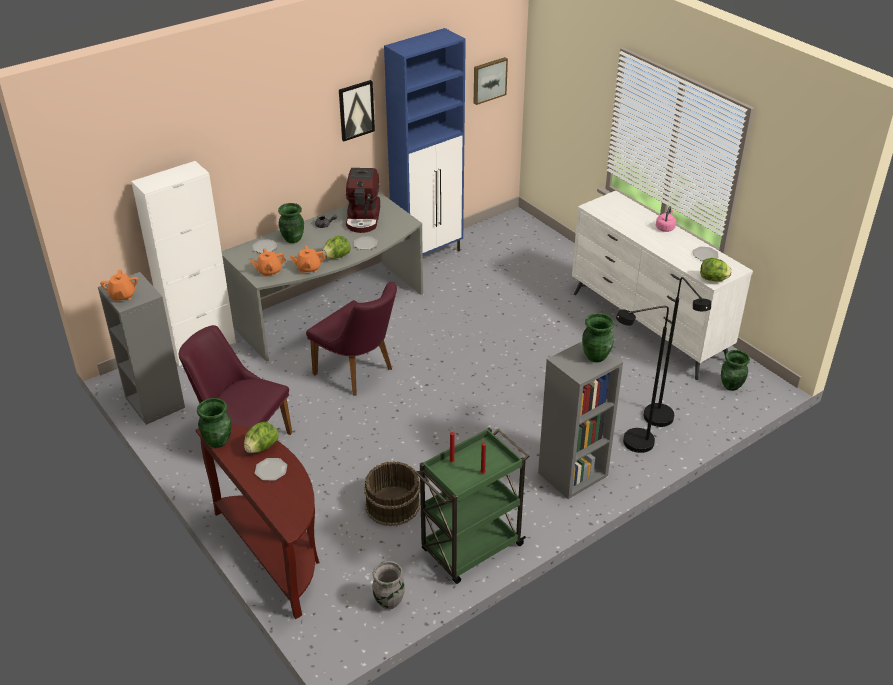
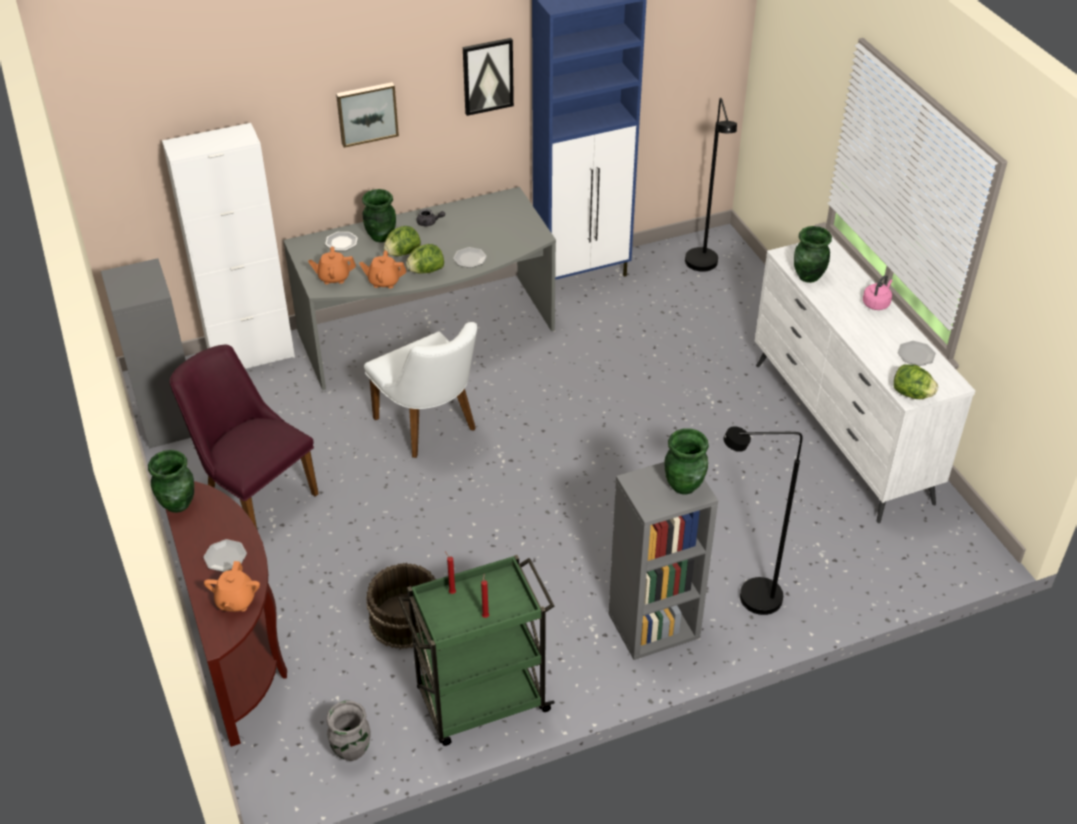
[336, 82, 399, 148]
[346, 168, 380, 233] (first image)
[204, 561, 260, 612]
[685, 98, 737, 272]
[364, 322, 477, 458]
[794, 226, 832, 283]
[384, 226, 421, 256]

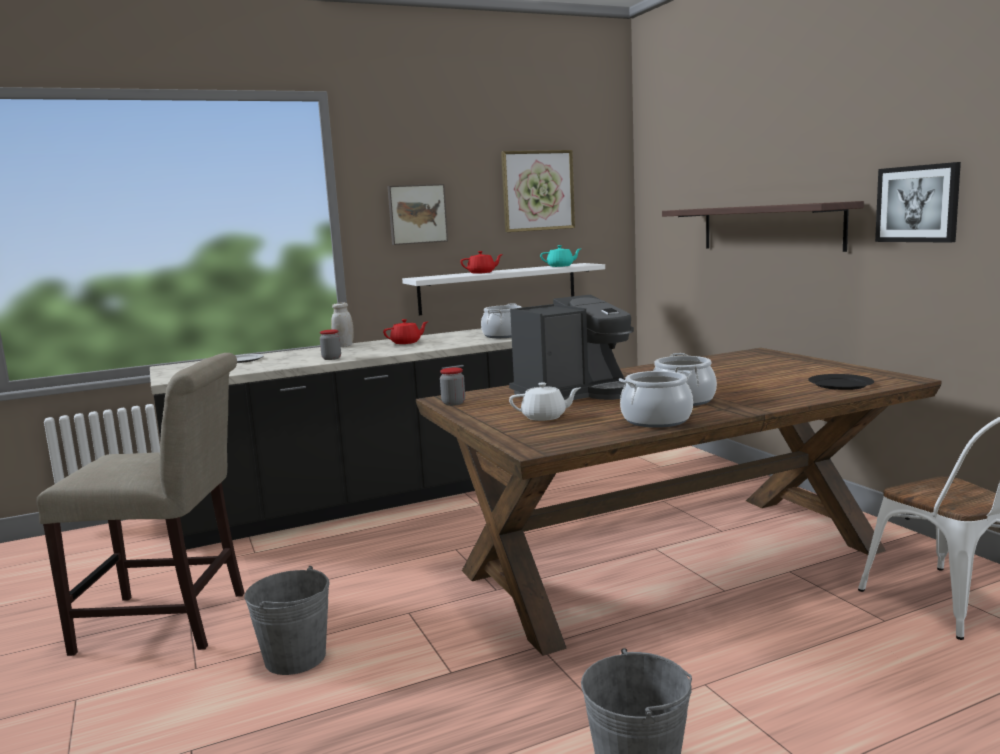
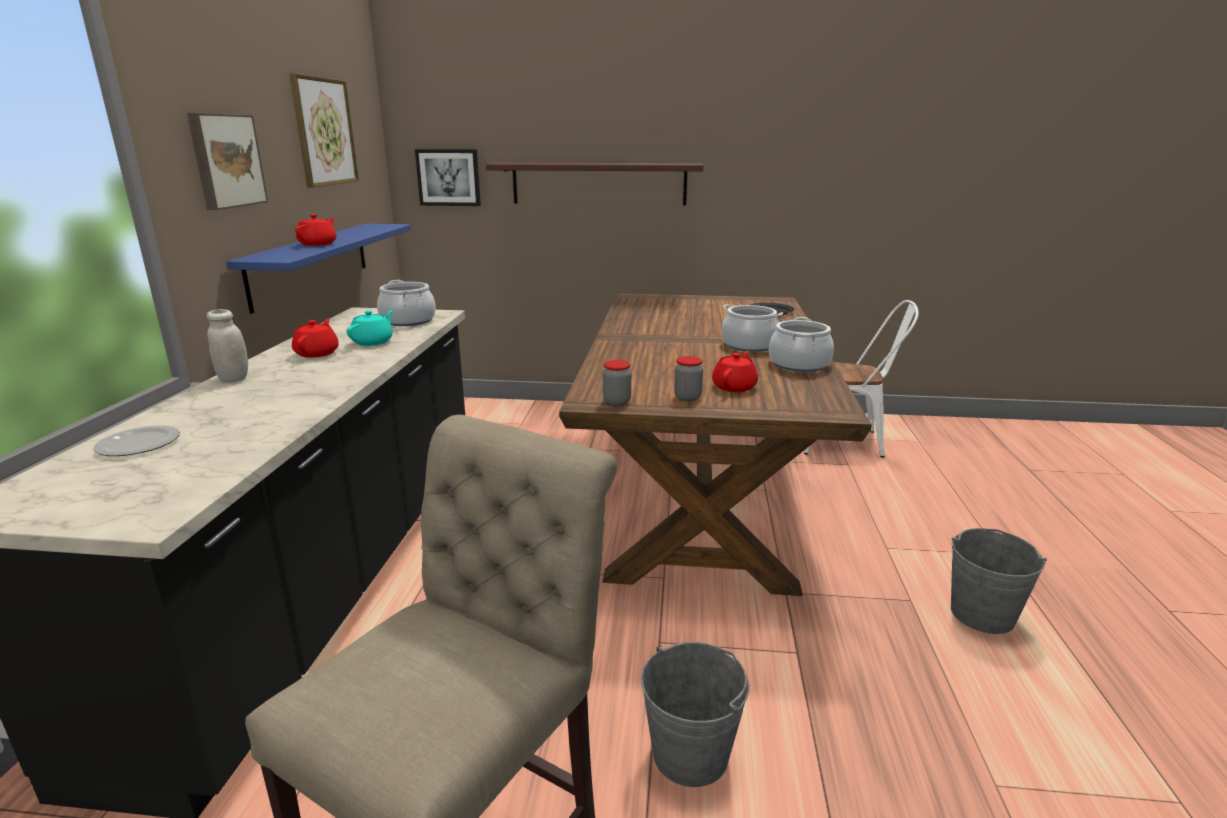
[415, 149, 481, 206]
[346, 310, 393, 346]
[226, 224, 411, 314]
[509, 295, 634, 400] (first image)
[674, 356, 703, 401]
[712, 351, 758, 392]

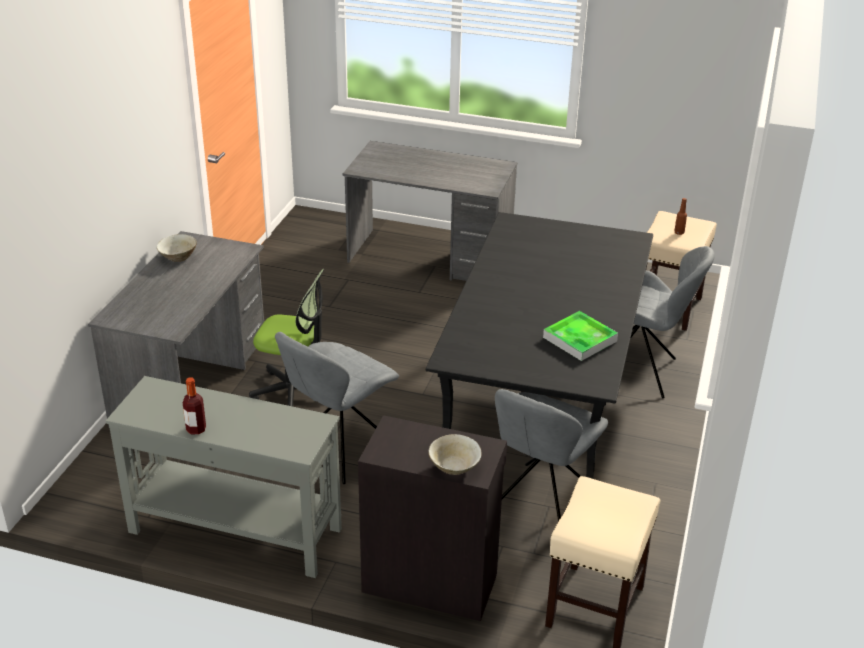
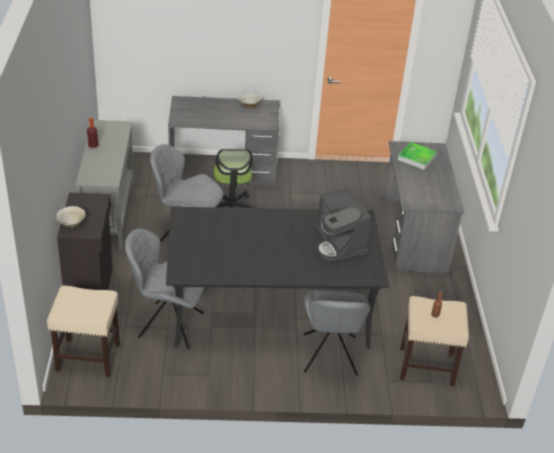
[398, 142, 437, 170]
[315, 189, 371, 260]

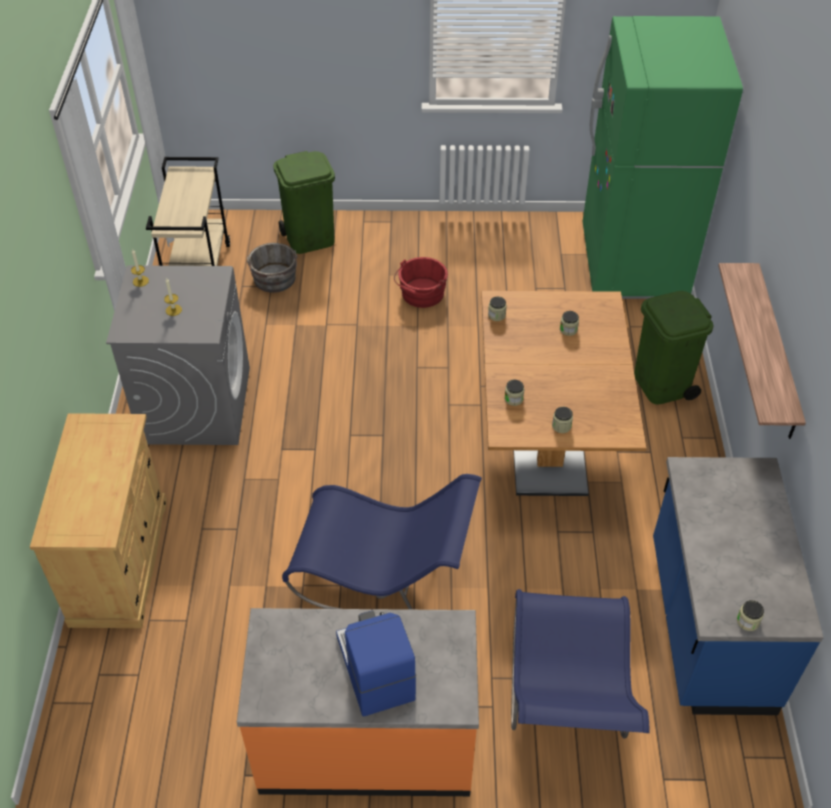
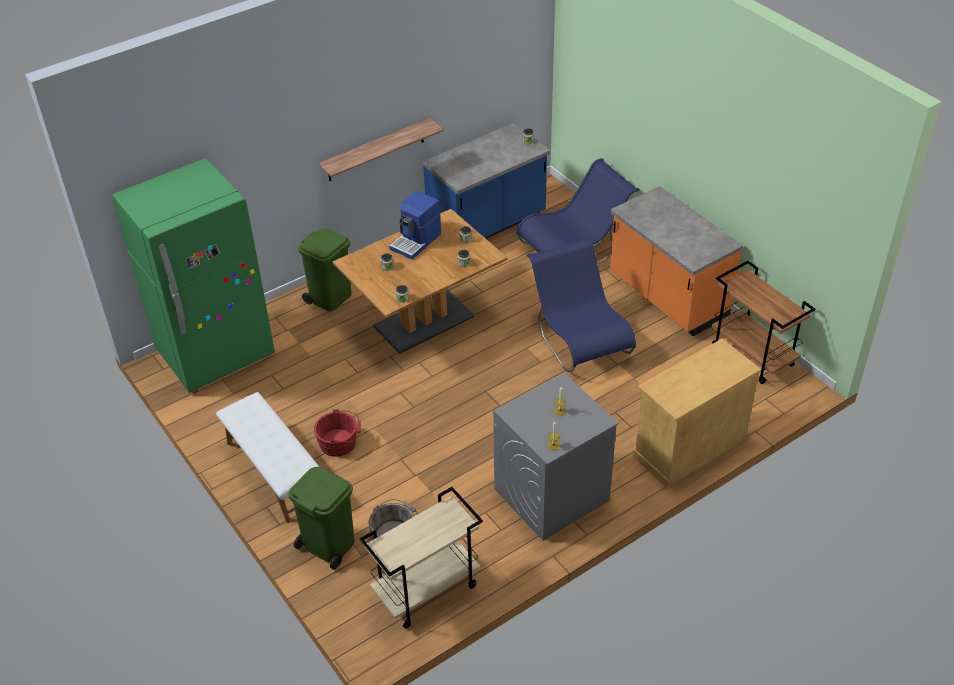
[389, 191, 441, 260]
[712, 261, 815, 384]
[216, 392, 319, 523]

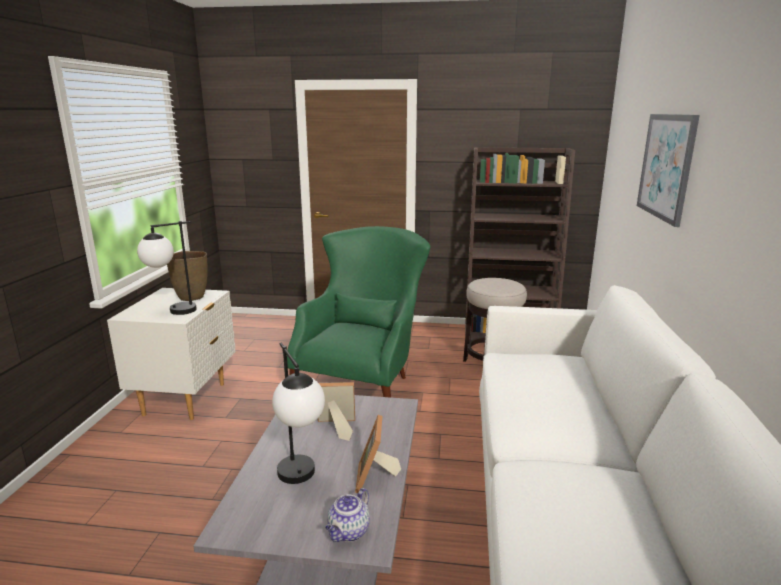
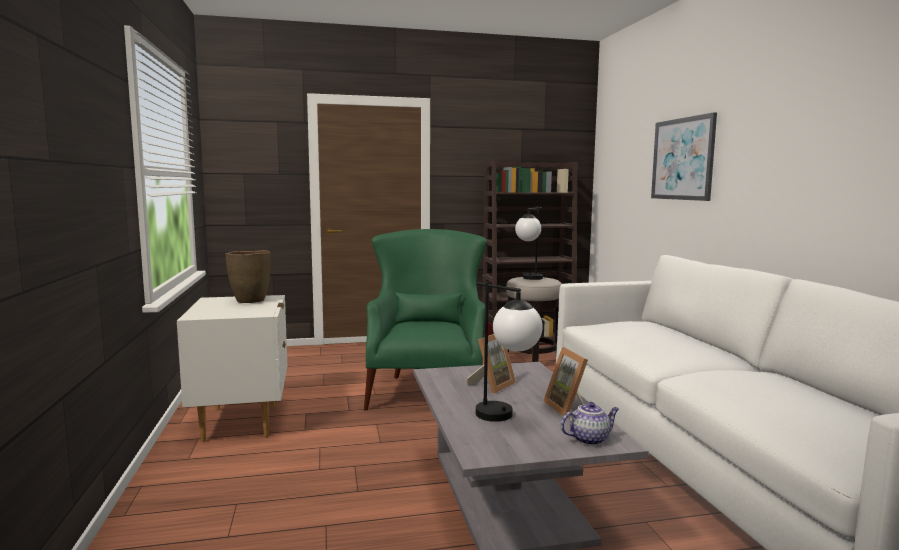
[515, 207, 543, 280]
[467, 334, 516, 393]
[561, 402, 619, 445]

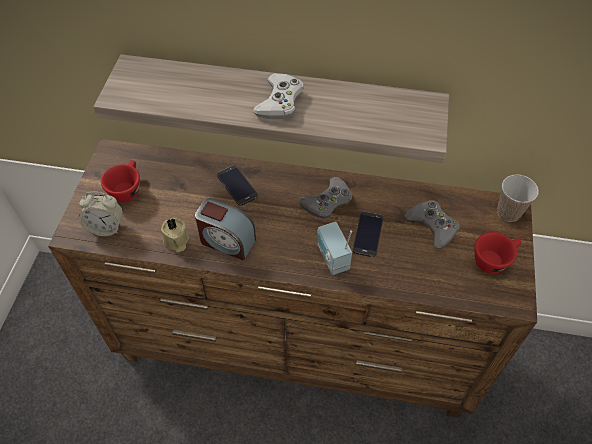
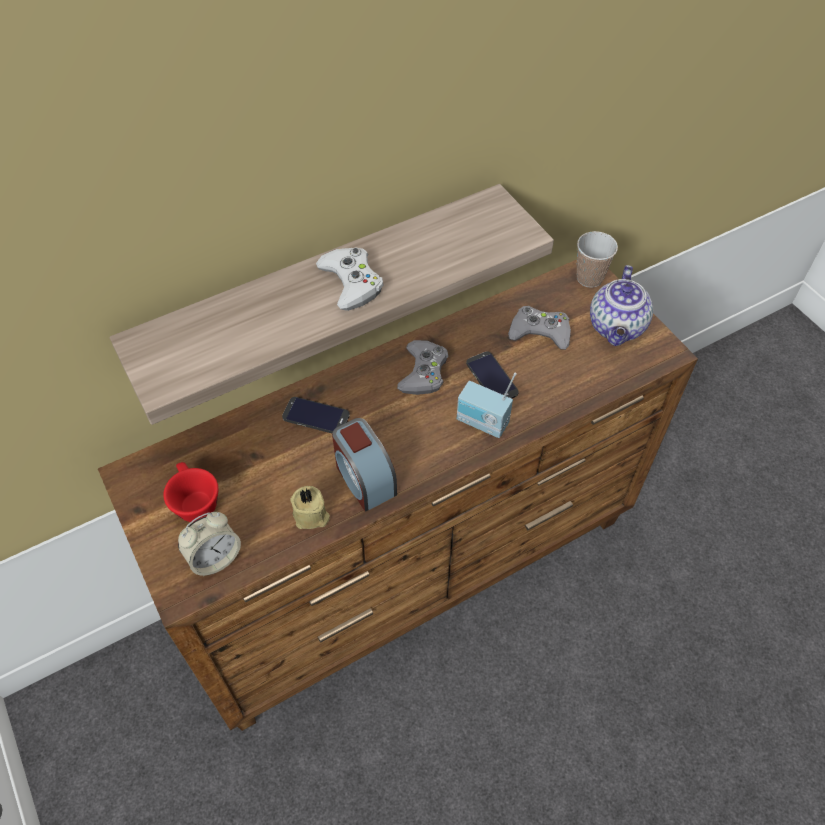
[332, 418, 397, 512]
[590, 265, 653, 346]

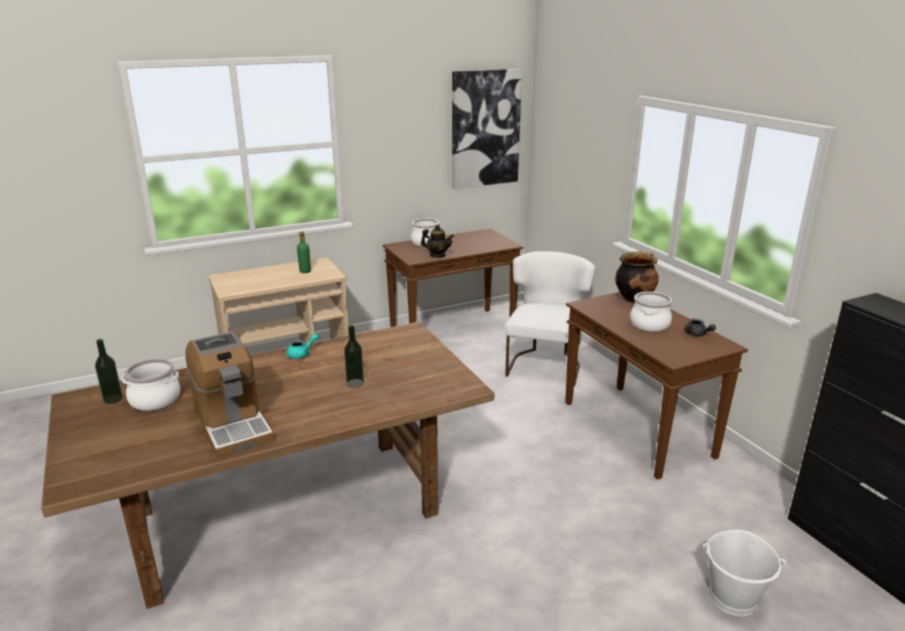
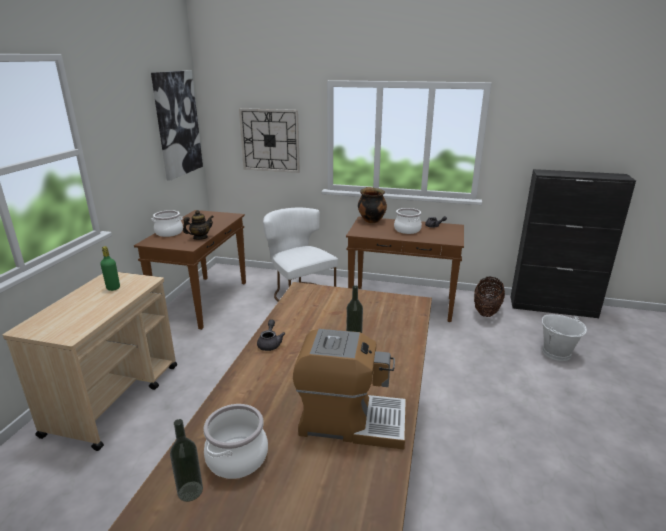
[257, 319, 285, 351]
[239, 108, 300, 173]
[474, 276, 505, 317]

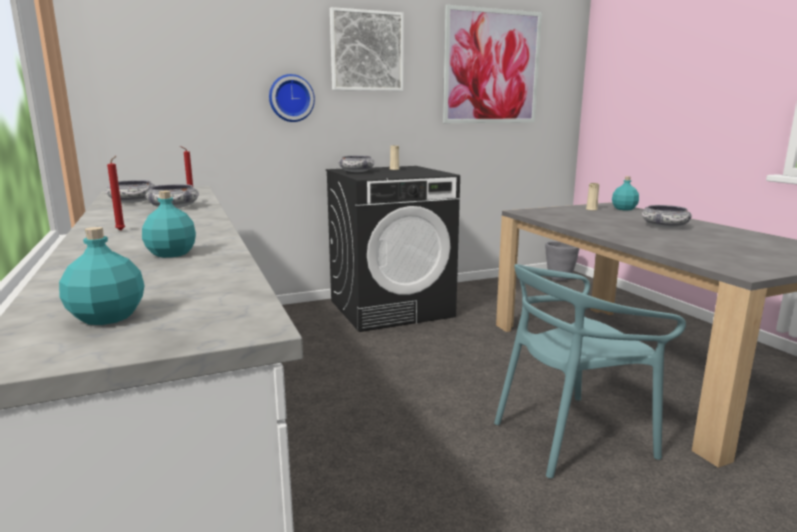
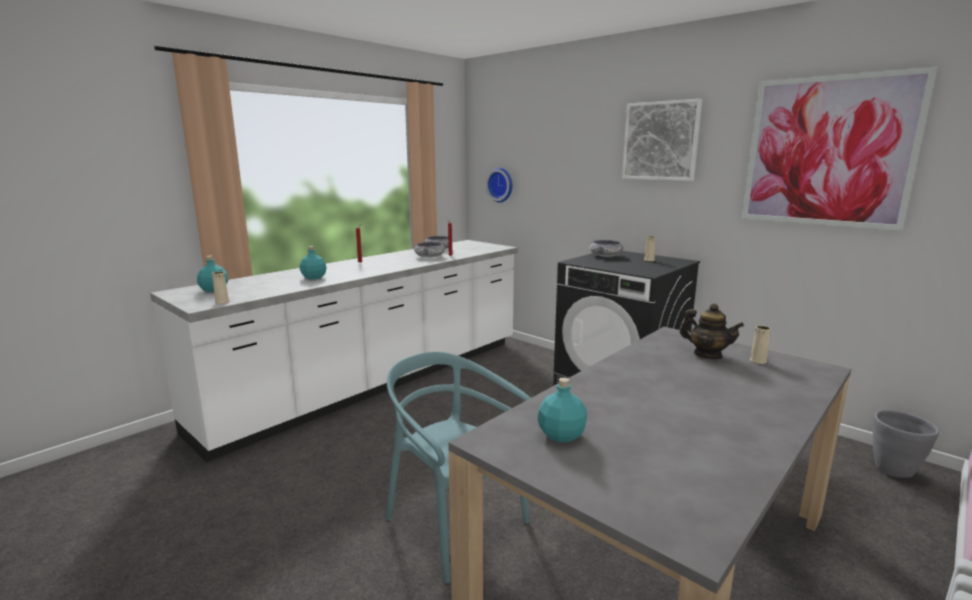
[486, 167, 512, 203]
[538, 378, 587, 442]
[642, 205, 692, 228] (first image)
[212, 271, 229, 304]
[680, 303, 744, 359]

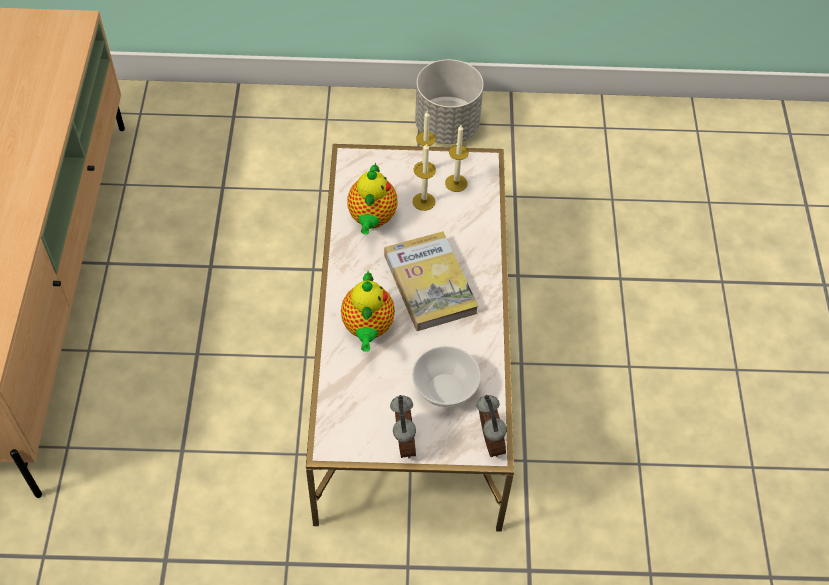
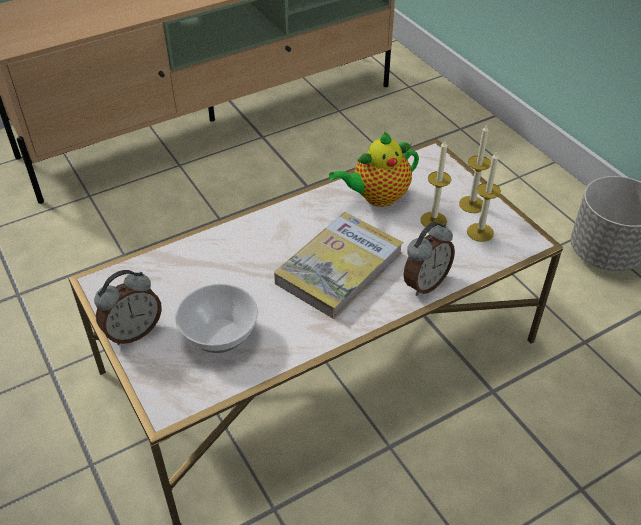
[341, 271, 395, 352] (first image)
[404, 222, 455, 296]

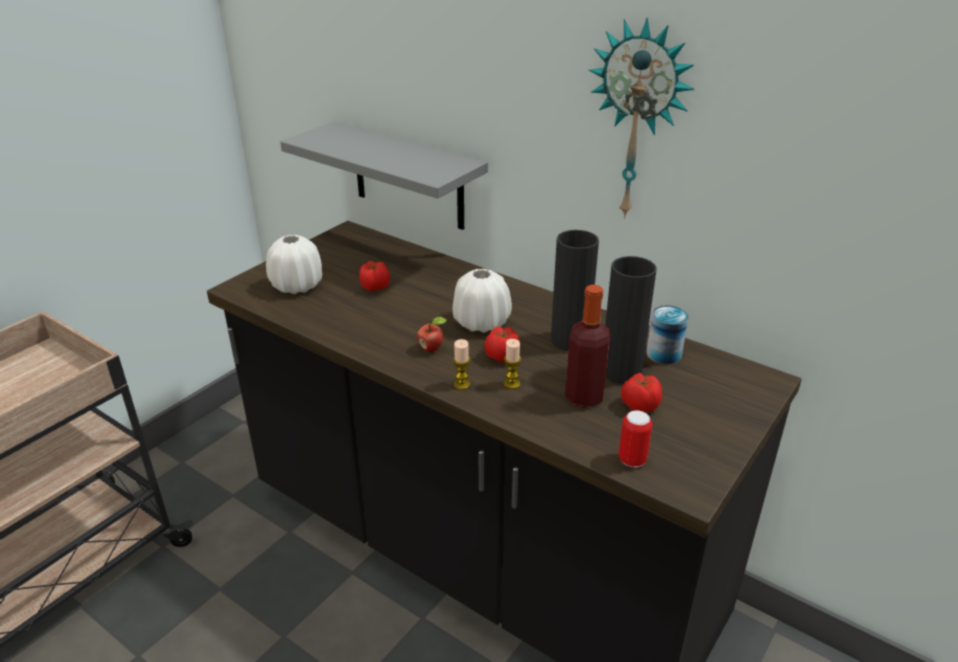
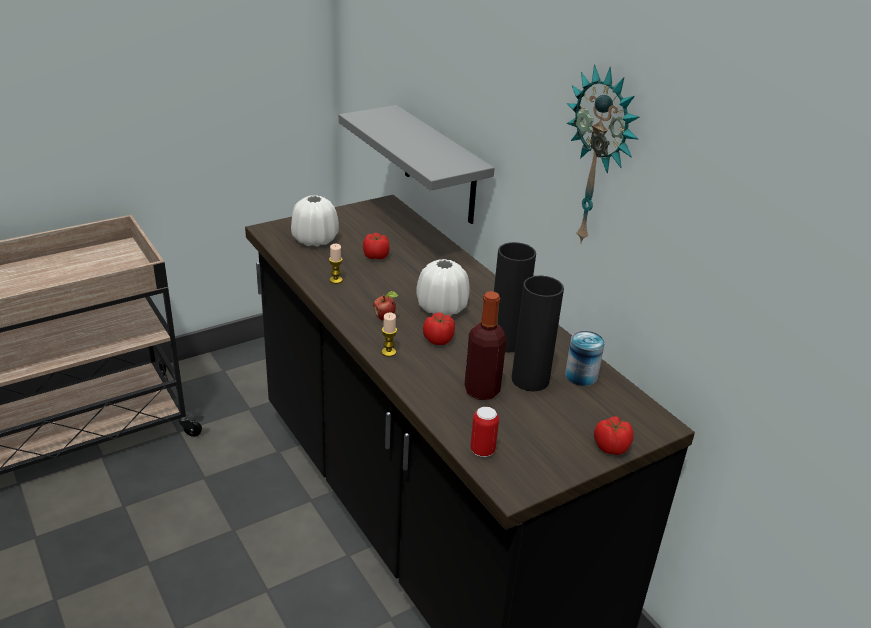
[329, 244, 343, 284]
[594, 416, 634, 455]

